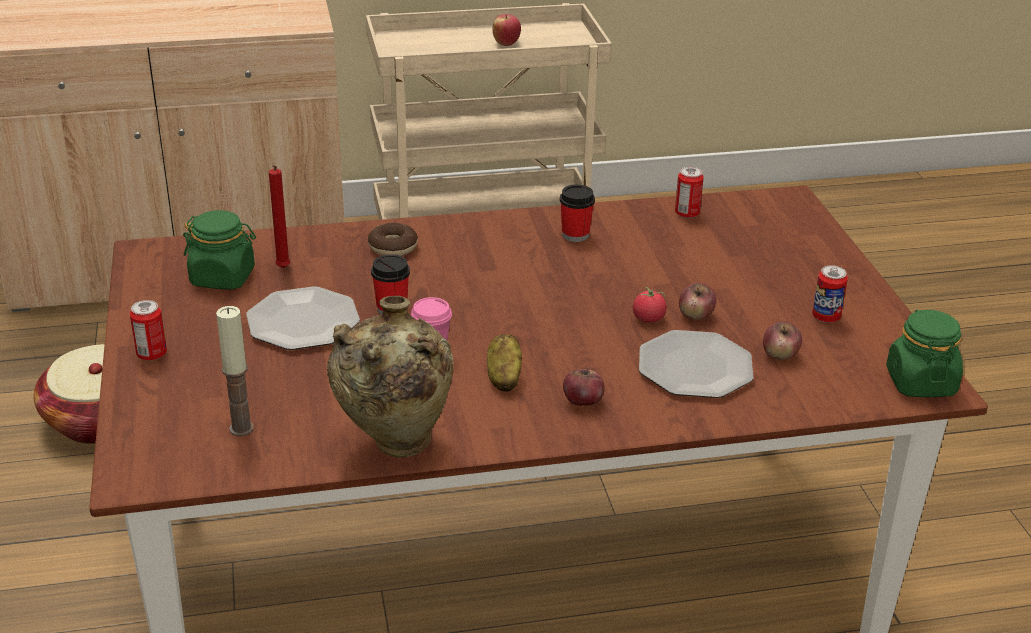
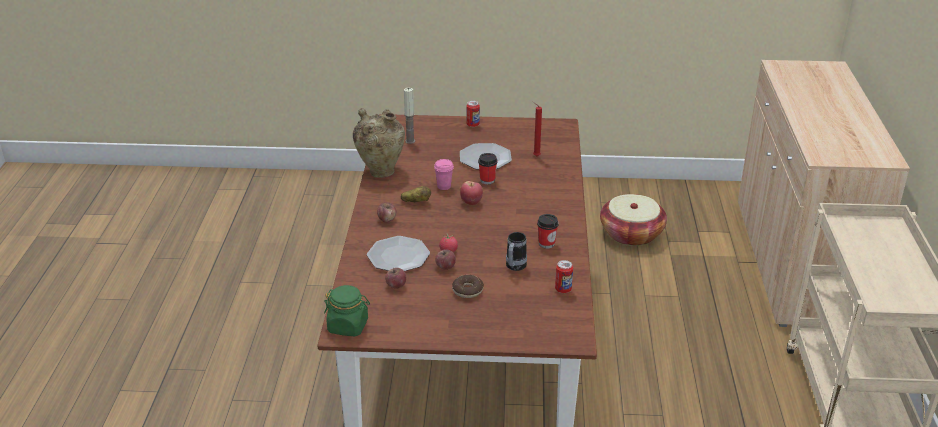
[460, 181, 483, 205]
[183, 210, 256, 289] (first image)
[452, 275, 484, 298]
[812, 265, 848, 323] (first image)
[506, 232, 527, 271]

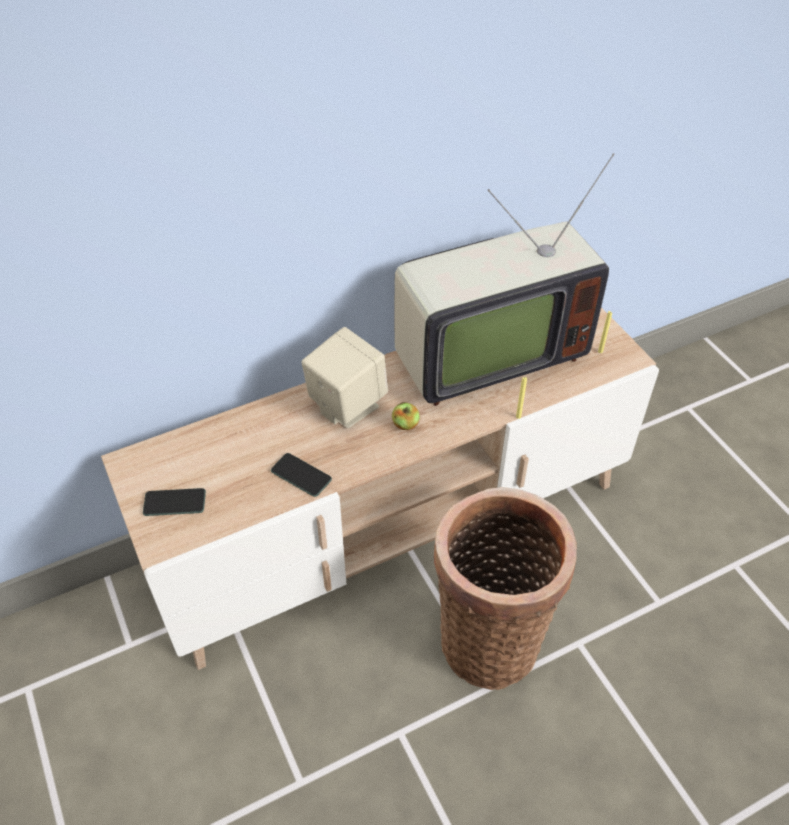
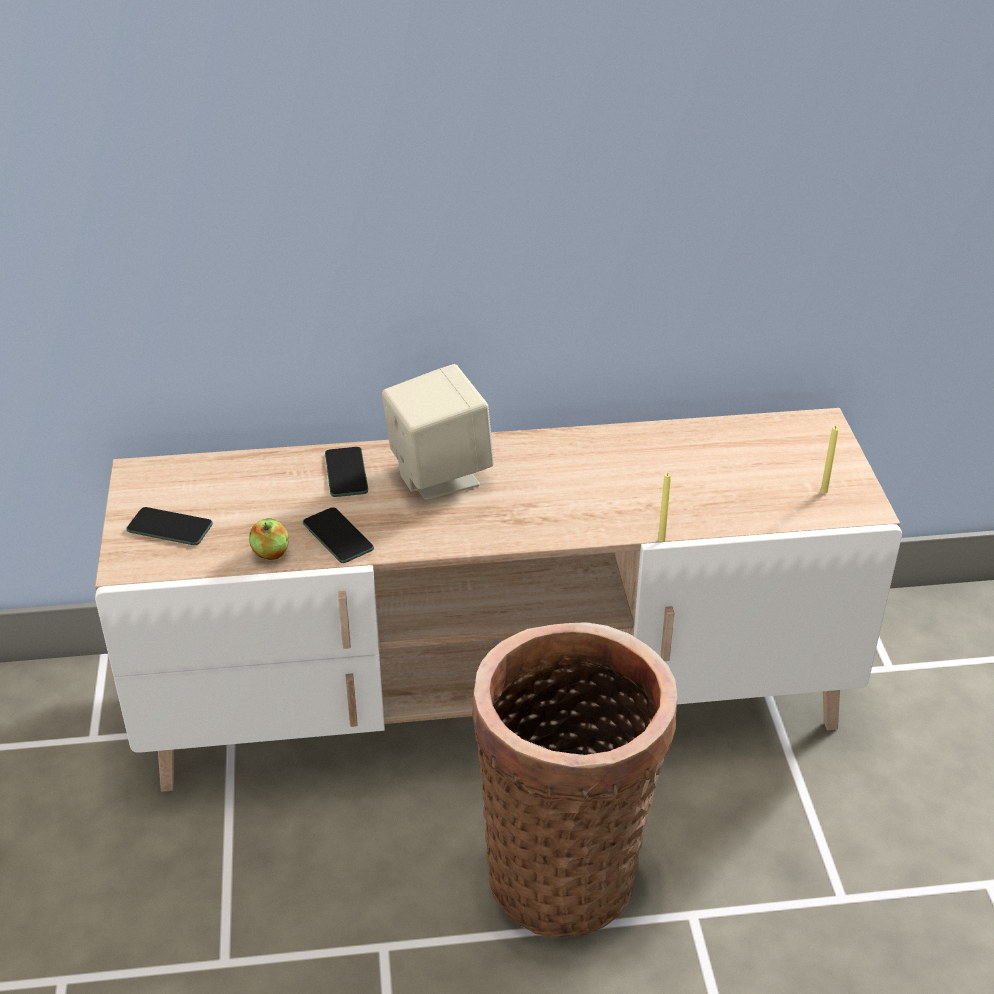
[394, 153, 615, 406] (first image)
[249, 518, 289, 560]
[325, 447, 368, 497]

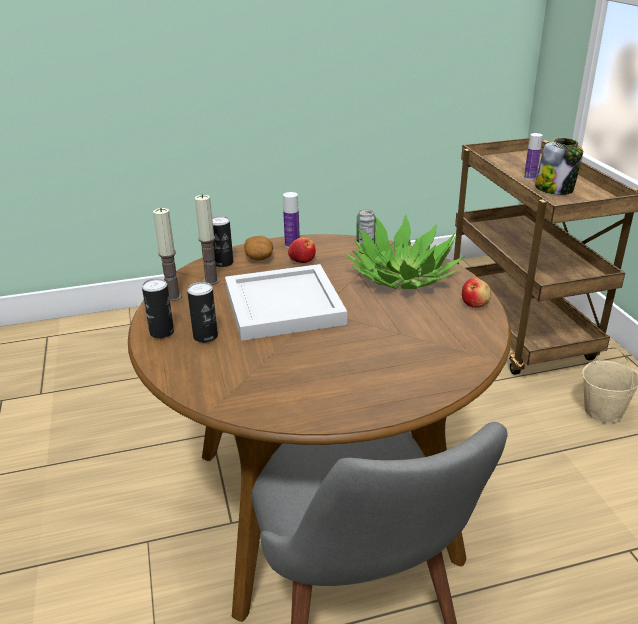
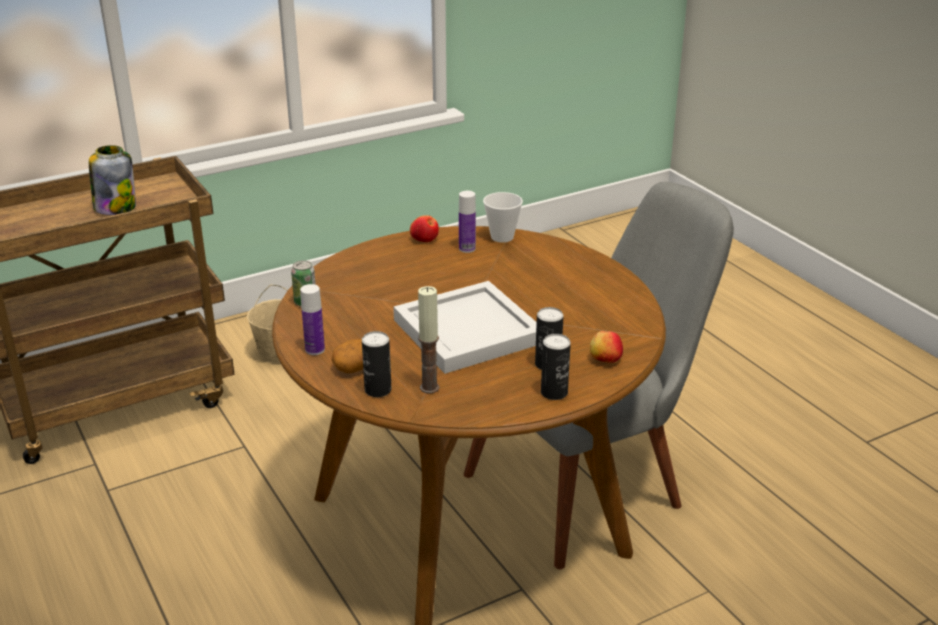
[459, 191, 476, 253]
[153, 208, 182, 301] (first image)
[345, 214, 465, 289] (first image)
[590, 331, 623, 363]
[483, 192, 523, 243]

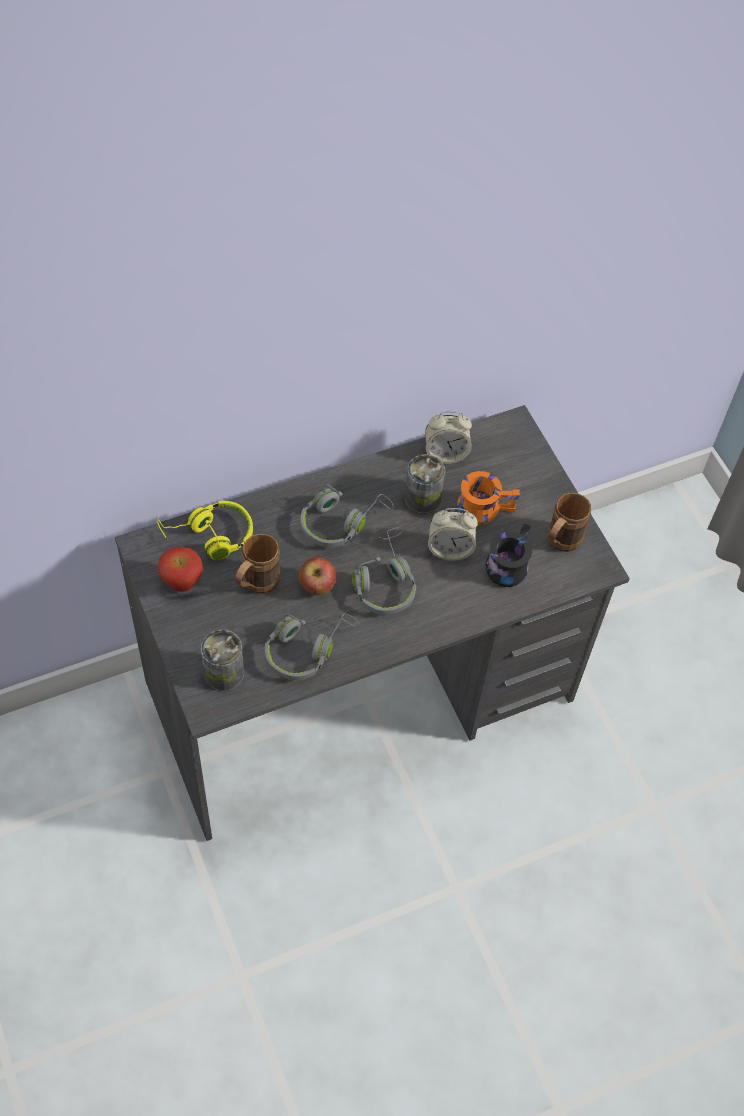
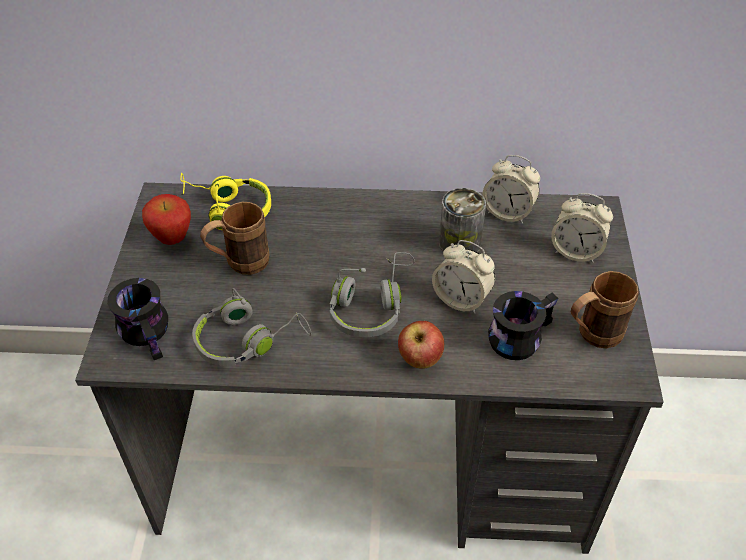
[457, 471, 520, 525] (first image)
[300, 484, 394, 547] (first image)
[398, 321, 444, 369]
[107, 278, 168, 360]
[551, 193, 613, 263]

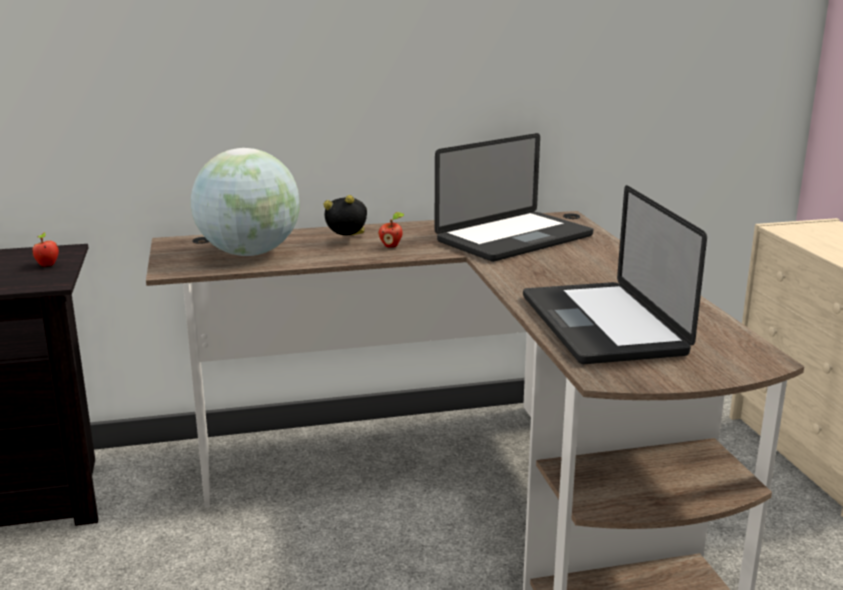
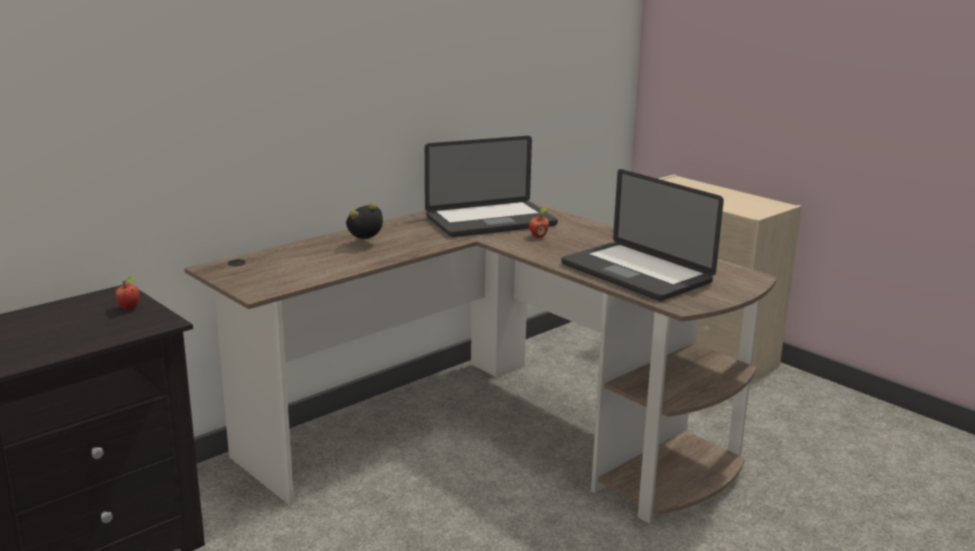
[425, 136, 558, 237]
[191, 148, 300, 256] (first image)
[529, 207, 549, 238]

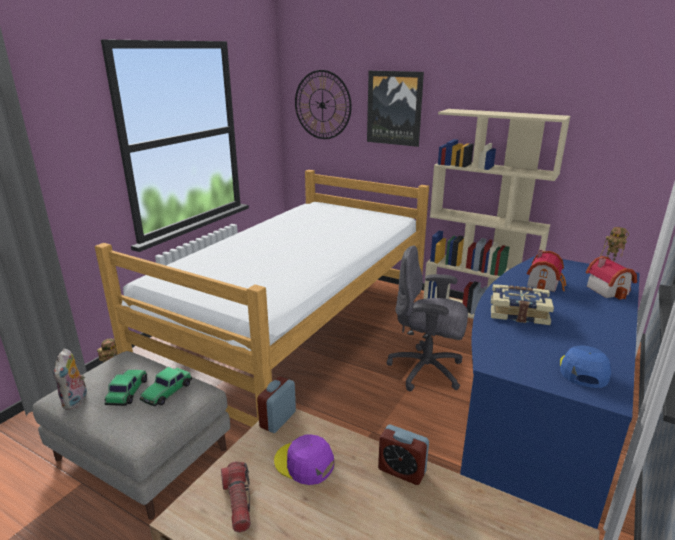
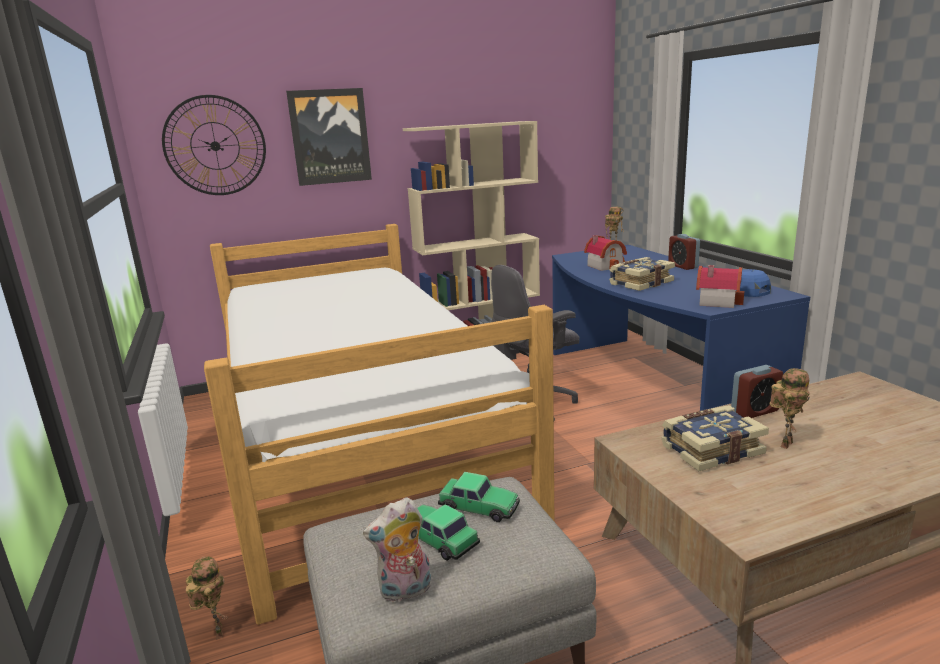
[696, 265, 744, 308]
[363, 497, 431, 603]
[438, 472, 520, 522]
[668, 234, 700, 270]
[662, 405, 769, 471]
[221, 462, 251, 533] (first image)
[770, 368, 810, 449]

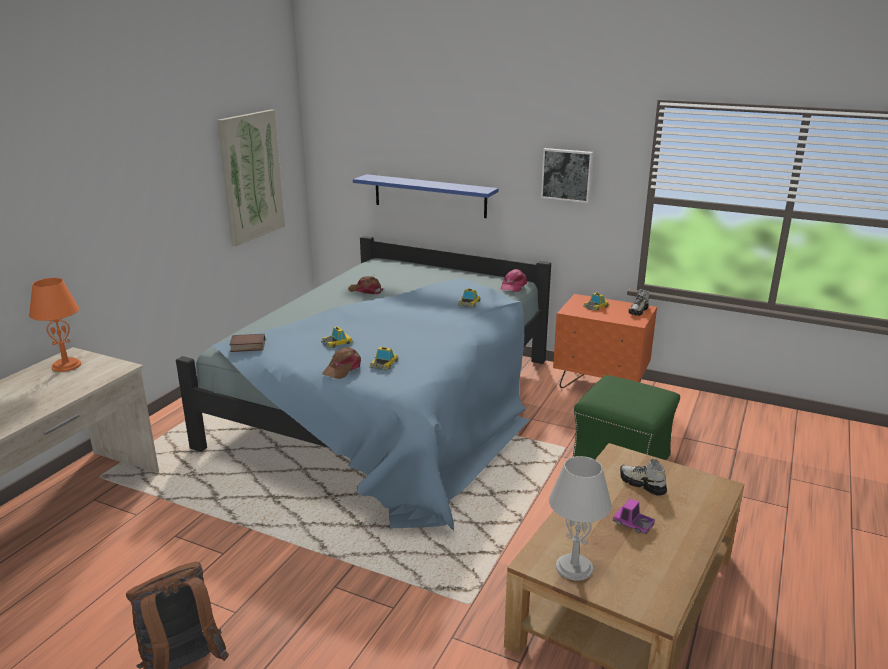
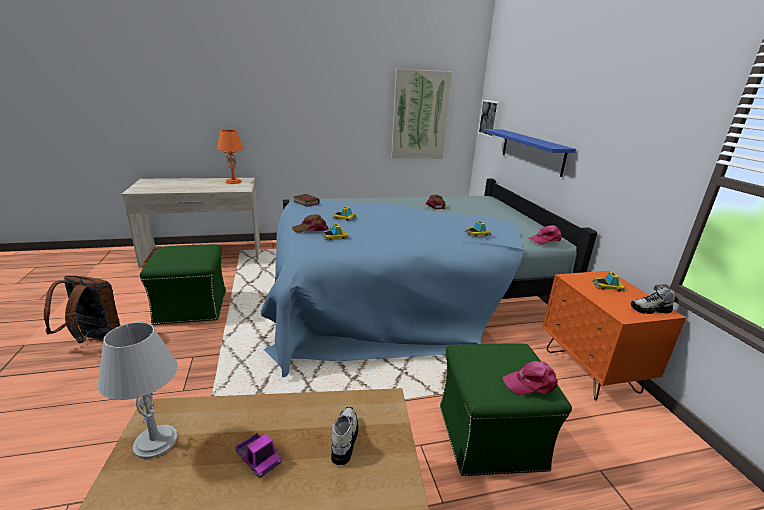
[478, 100, 502, 138]
[236, 433, 281, 479]
[140, 244, 226, 325]
[502, 361, 558, 395]

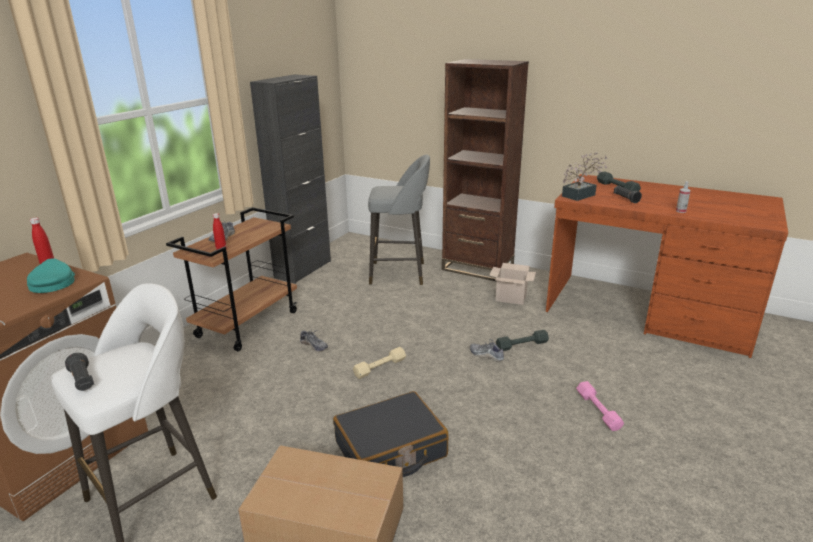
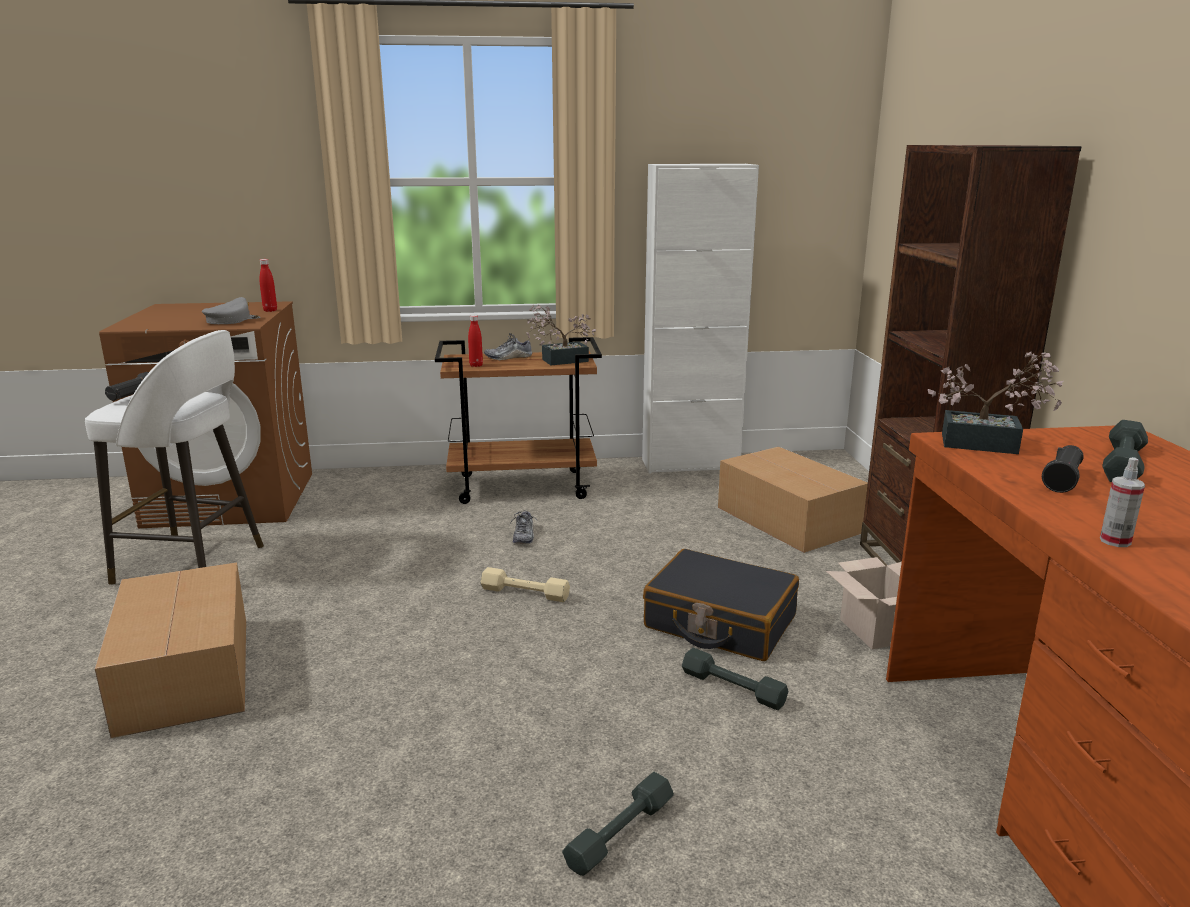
[642, 164, 759, 474]
[718, 447, 868, 553]
[202, 297, 261, 324]
[470, 339, 504, 361] (first image)
[562, 772, 674, 876]
[643, 549, 799, 661]
[526, 304, 596, 365]

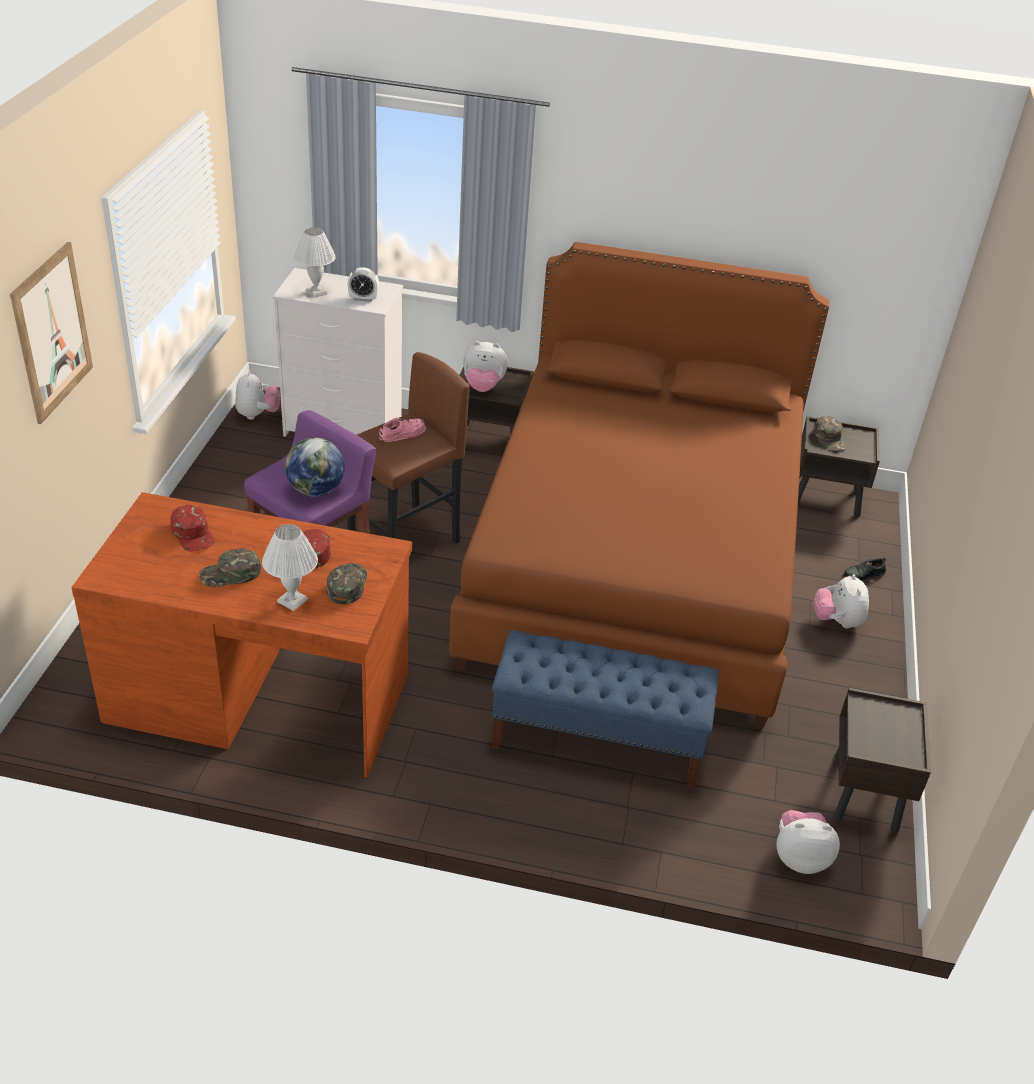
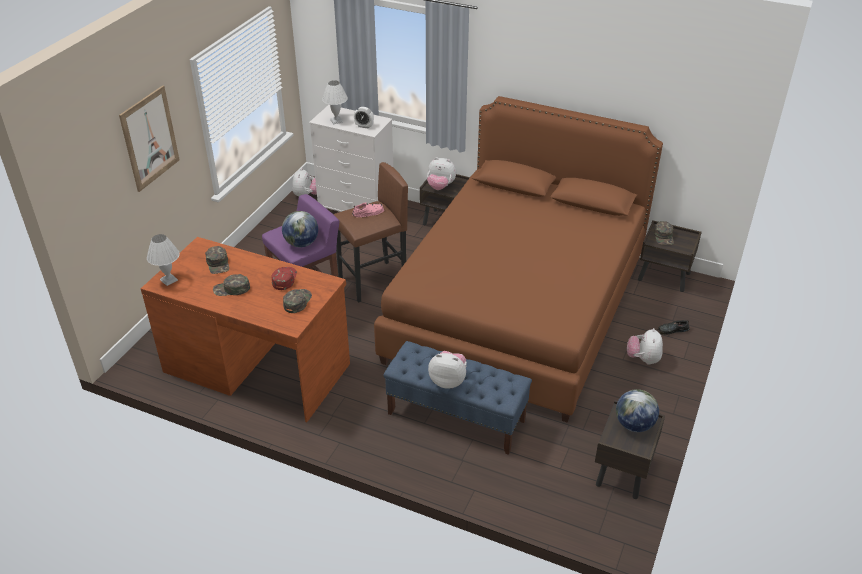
[205, 246, 229, 274]
[147, 234, 180, 286]
[428, 351, 467, 389]
[616, 389, 659, 432]

